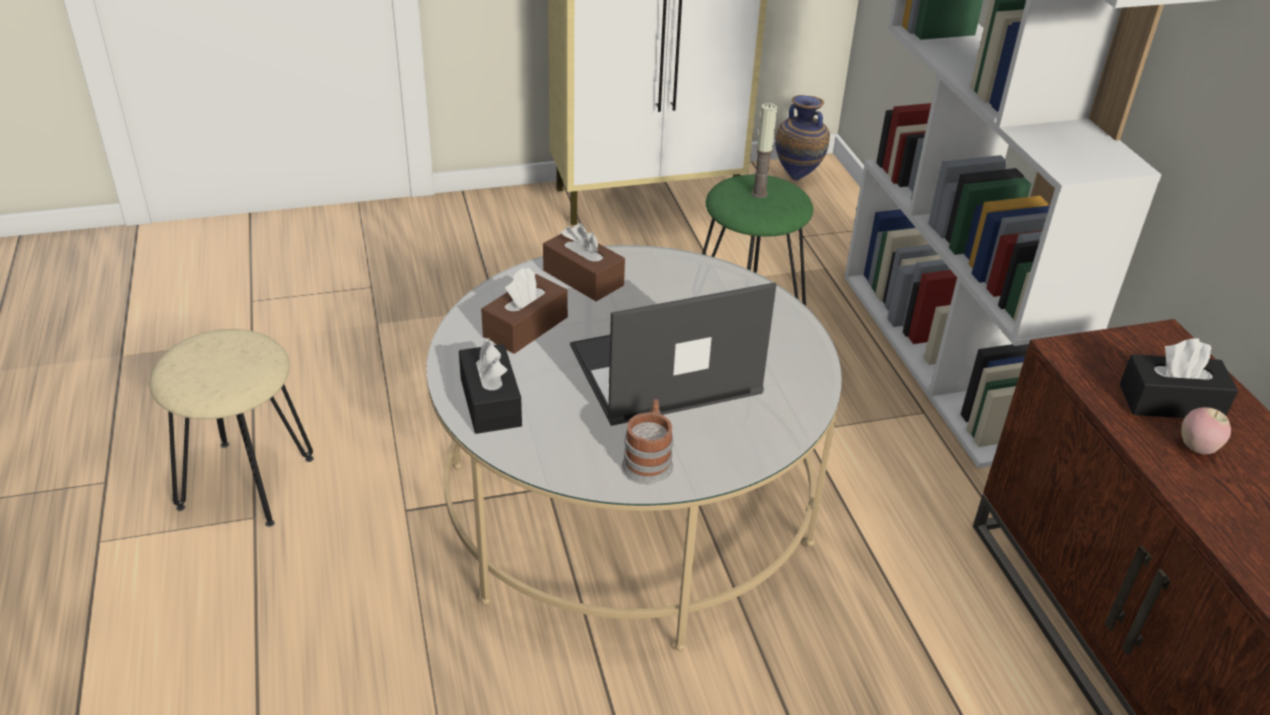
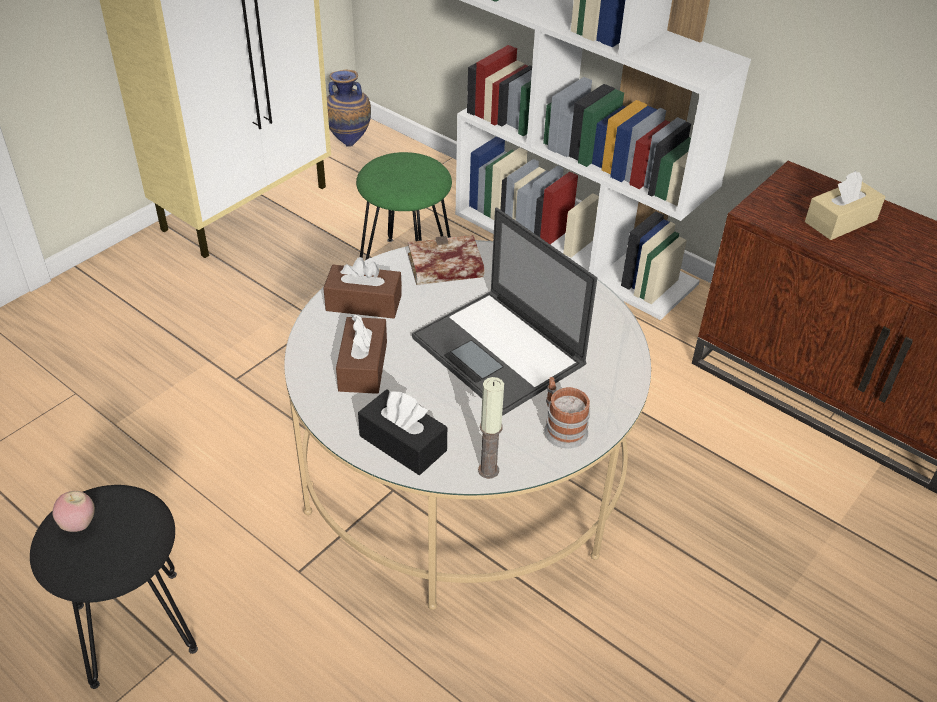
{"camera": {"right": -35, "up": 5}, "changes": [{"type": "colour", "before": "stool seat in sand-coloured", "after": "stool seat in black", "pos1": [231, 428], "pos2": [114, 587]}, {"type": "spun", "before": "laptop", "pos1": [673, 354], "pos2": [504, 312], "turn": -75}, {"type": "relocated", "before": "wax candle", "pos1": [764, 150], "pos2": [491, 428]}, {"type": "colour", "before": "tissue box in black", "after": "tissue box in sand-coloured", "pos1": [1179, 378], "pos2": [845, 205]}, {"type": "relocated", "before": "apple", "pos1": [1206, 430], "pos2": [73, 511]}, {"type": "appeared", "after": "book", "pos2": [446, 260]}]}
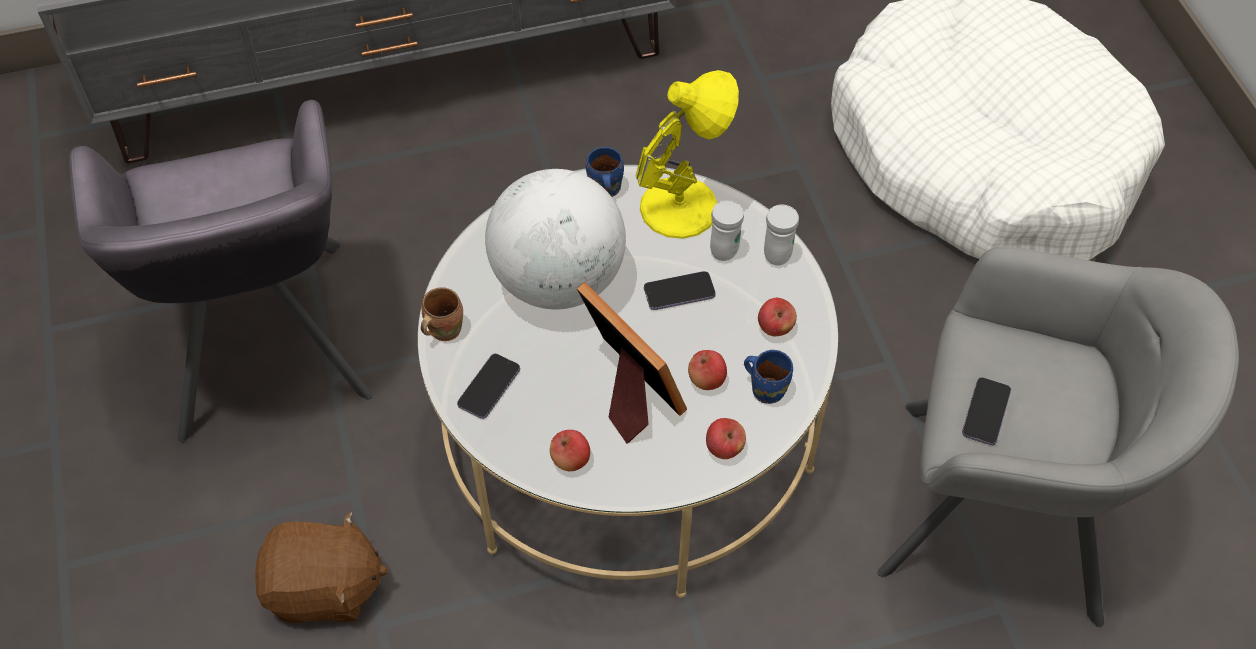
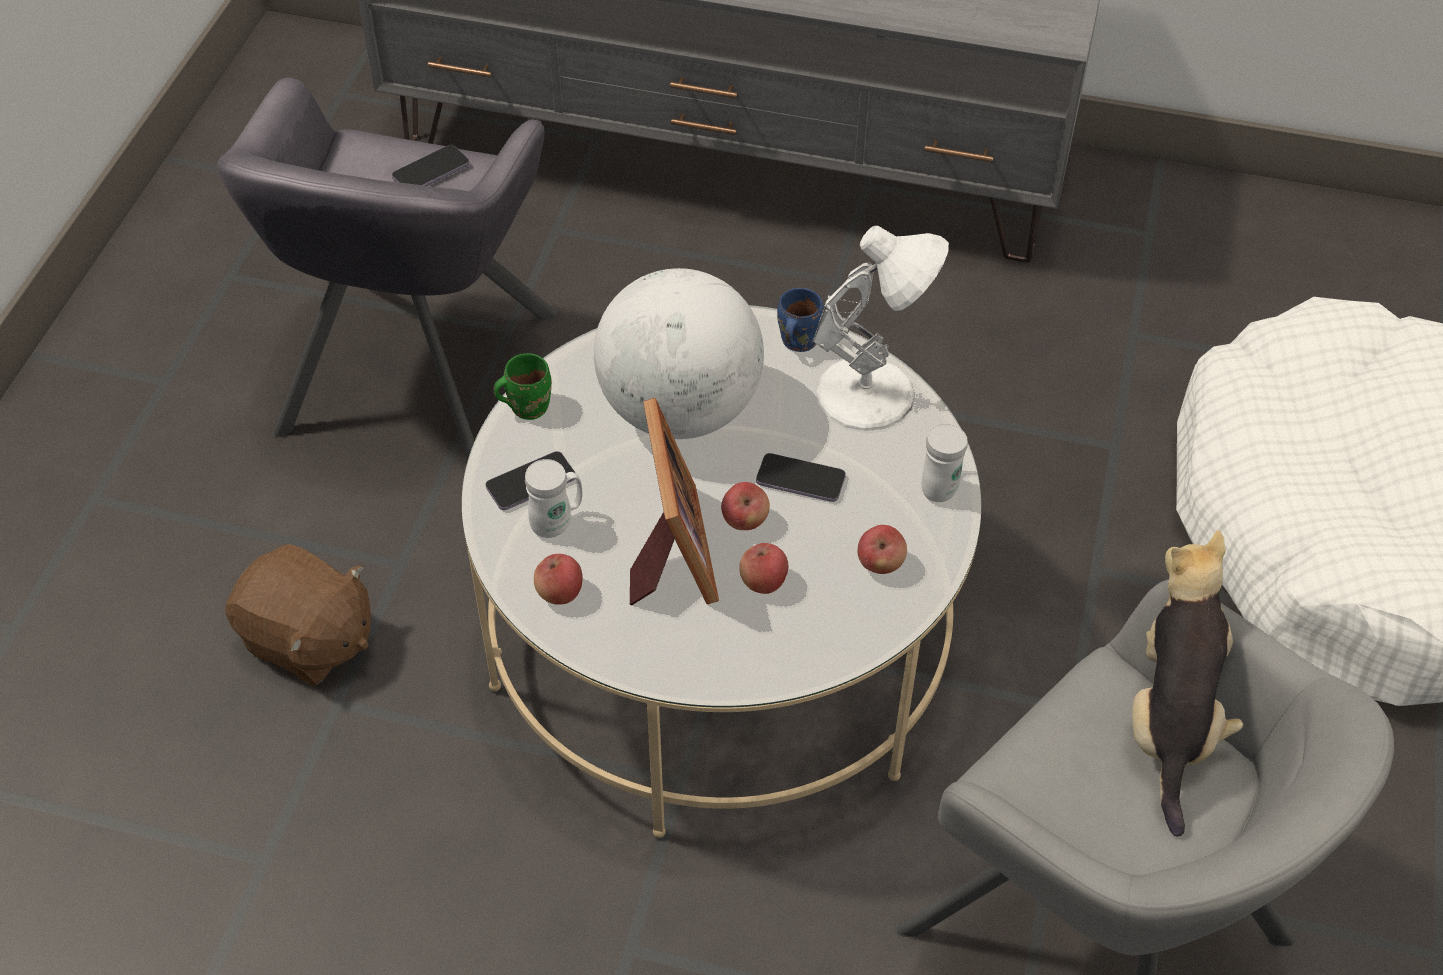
{"camera": {"right": 30, "up": -5}, "changes": [{"type": "colour", "before": "mug in brownish", "after": "mug in green-coloured", "pos1": [442, 314], "pos2": [522, 386]}, {"type": "colour", "before": "table lamp in yellow-coloured", "after": "table lamp in whitish", "pos1": [687, 154], "pos2": [881, 328]}, {"type": "relocated", "before": "apple", "pos1": [726, 438], "pos2": [745, 506]}, {"type": "relocated", "before": "mug in whitish", "pos1": [727, 230], "pos2": [553, 498]}, {"type": "missing", "before": "mug in bluish", "pos1": [768, 377]}, {"type": "relocated", "before": "telephone", "pos1": [986, 411], "pos2": [430, 165]}, {"type": "appeared", "after": "soft toy", "pos2": [1187, 683]}]}
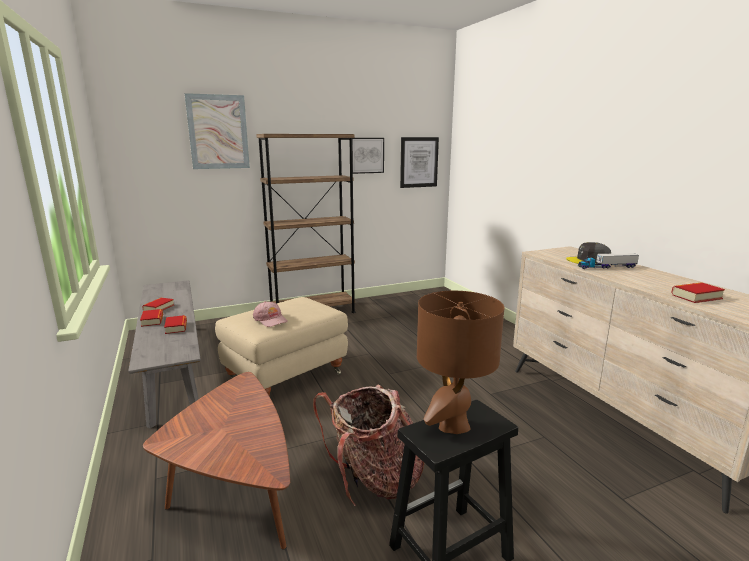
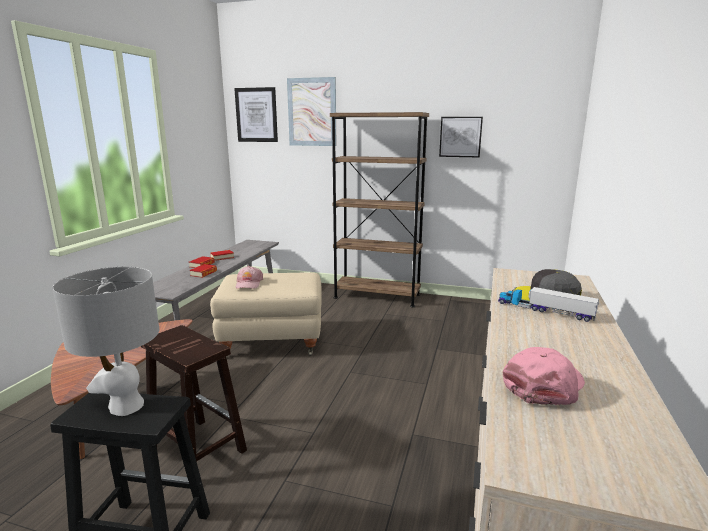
{"camera": {"right": 40, "up": 0}, "changes": [{"type": "exchanged", "before": "backpack", "after": "stool seat in brownish", "pos1": [368, 445], "pos2": [194, 393]}, {"type": "relocated", "before": "picture", "pos1": [419, 162], "pos2": [256, 114]}, {"type": "colour", "before": "table lamp in brownish", "after": "table lamp in grey", "pos1": [460, 362], "pos2": [106, 341]}, {"type": "exchanged", "before": "book", "after": "baseball cap in pinkish", "pos1": [698, 292], "pos2": [544, 376]}]}
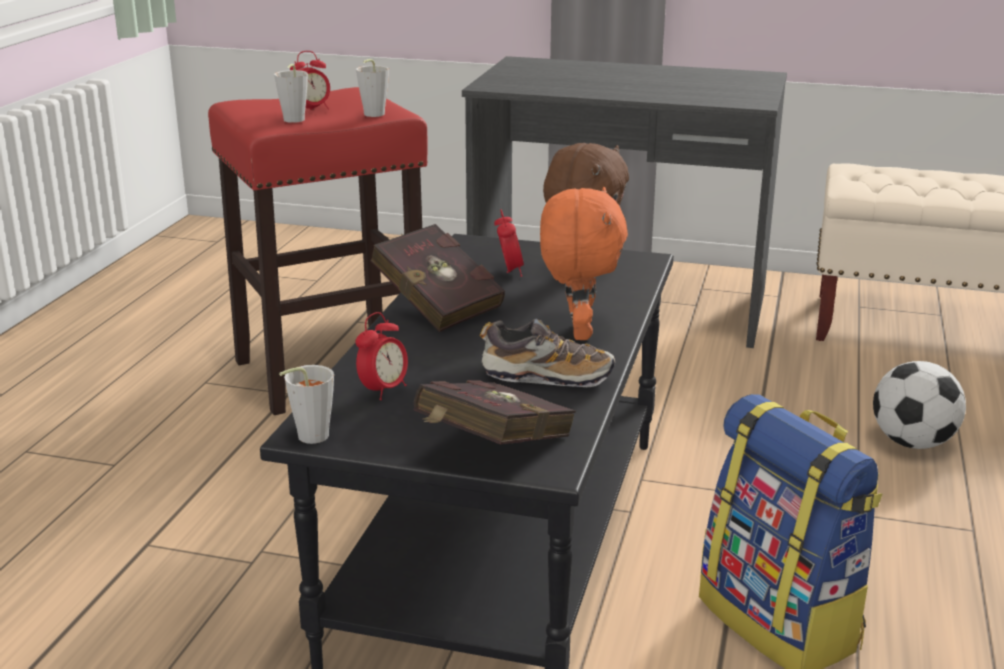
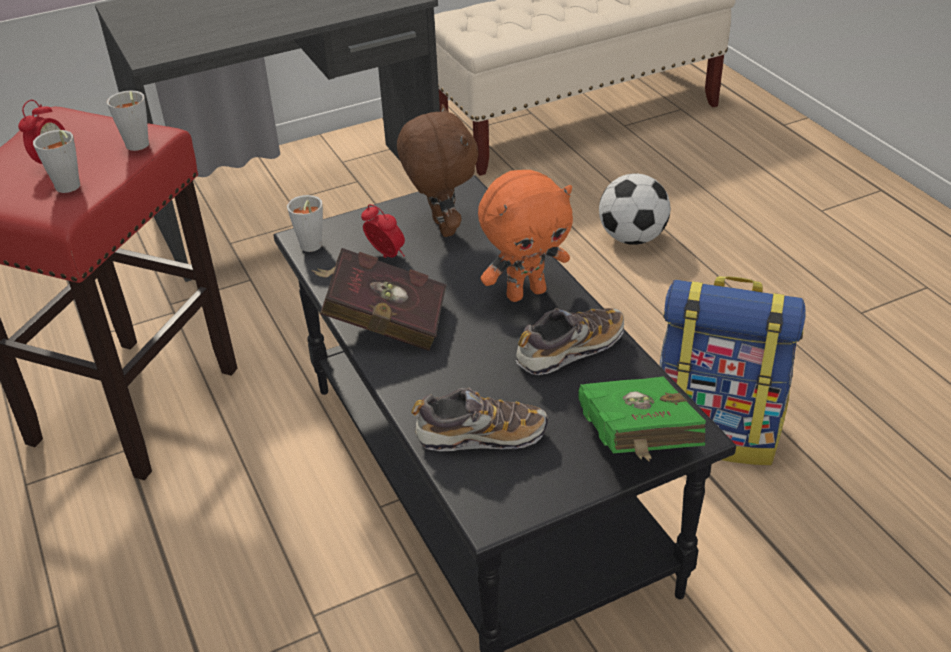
{"camera": {"right": -40, "up": 15}, "changes": [{"type": "relocated", "before": "drinking cup in grey", "pos1": [306, 404], "pos2": [305, 223]}, {"type": "exchanged", "before": "alarm clock", "after": "low shoe", "pos1": [381, 356], "pos2": [480, 419]}, {"type": "colour", "before": "book in red", "after": "book in green-coloured", "pos1": [495, 412], "pos2": [642, 419]}, {"type": "spun", "before": "soft toy in orange", "pos1": [584, 263], "pos2": [525, 236], "turn": 105}]}
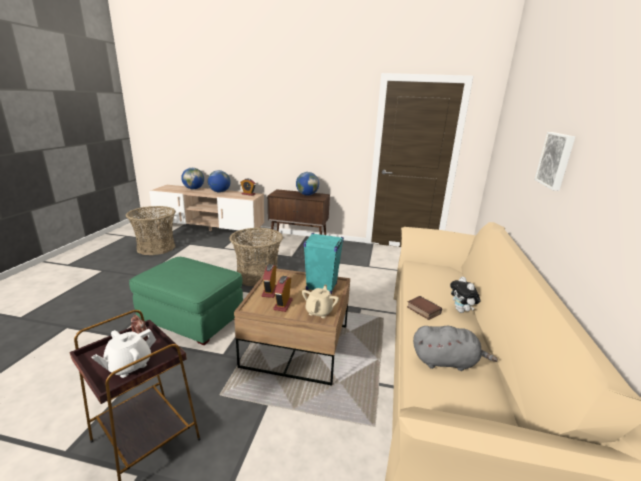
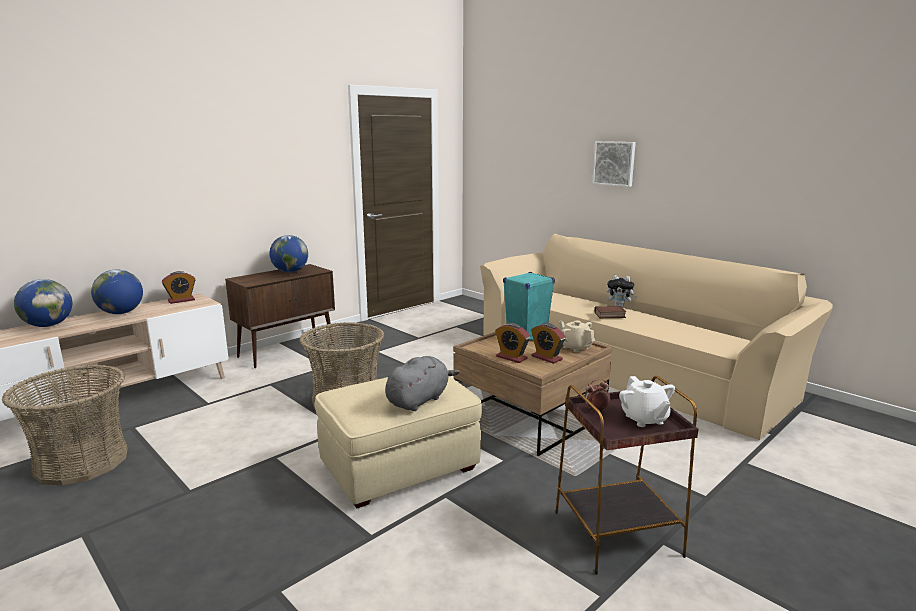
{"camera": {"right": -55, "up": -5}, "changes": [{"type": "colour", "before": "pouffe in green-coloured", "after": "pouffe in sand-coloured", "pos1": [186, 301], "pos2": [398, 442]}, {"type": "relocated", "before": "soft toy in grey", "pos1": [455, 348], "pos2": [422, 383]}]}
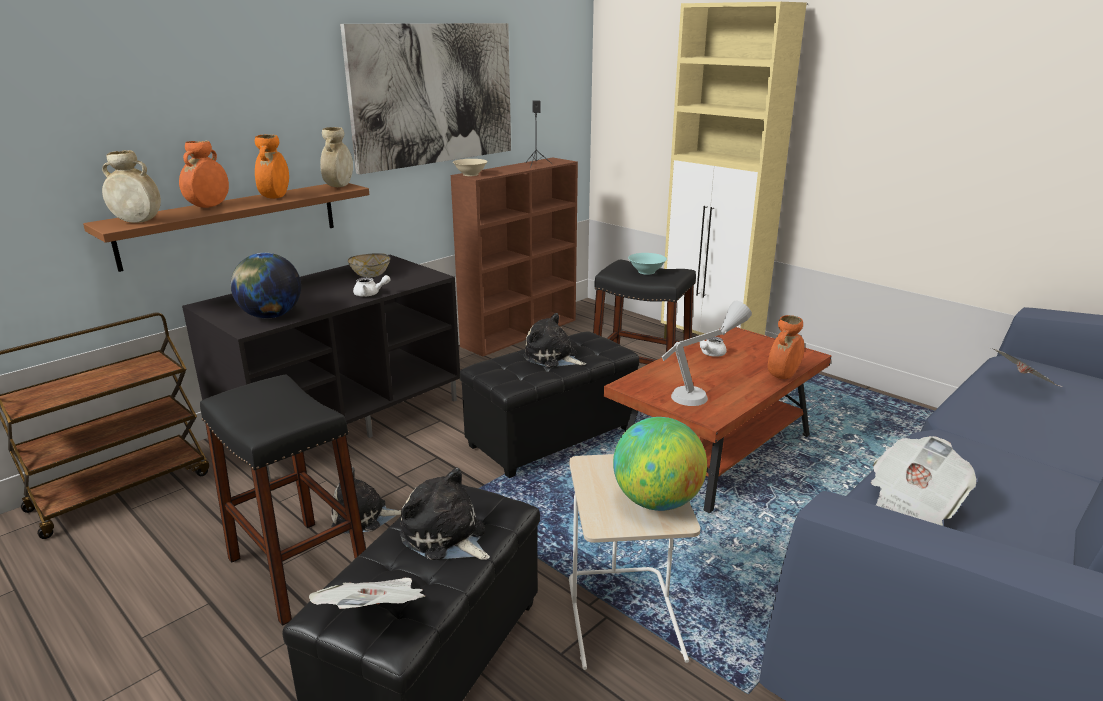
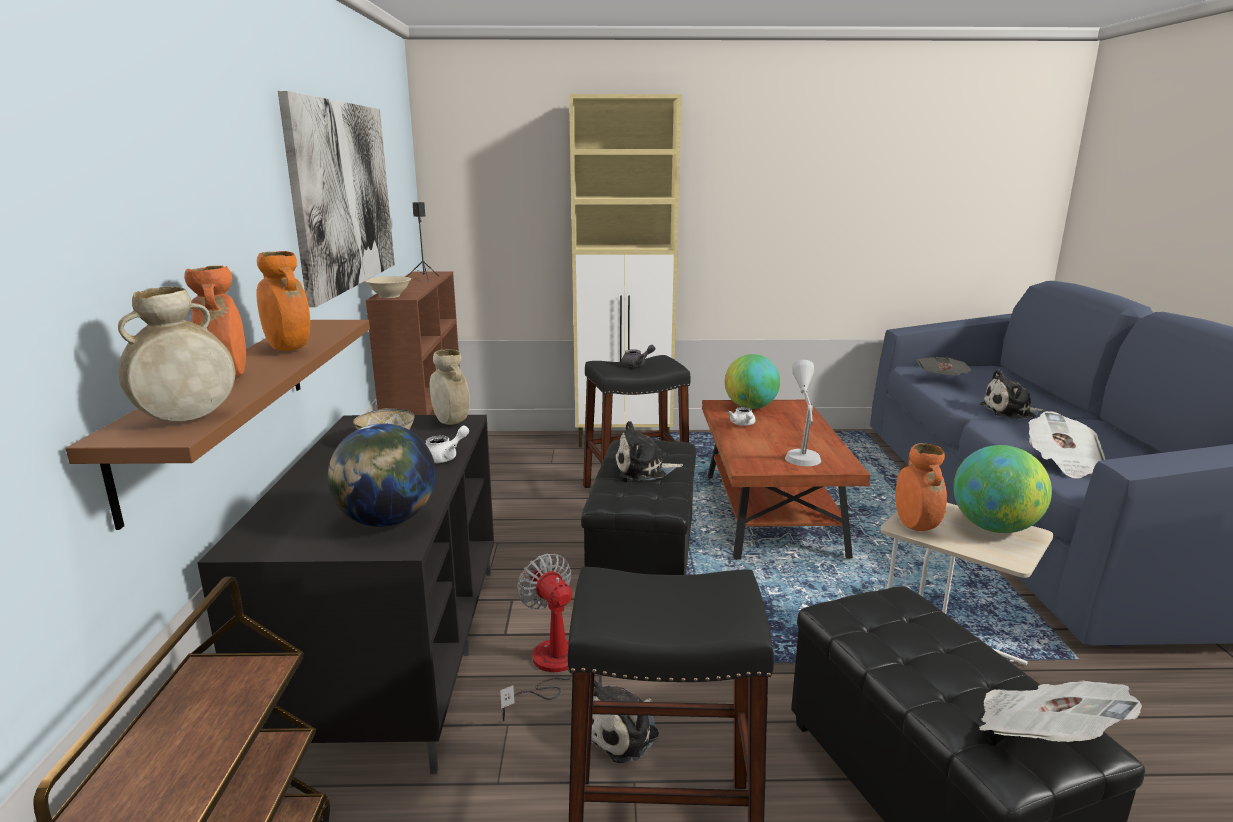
{"camera": {"right": -45, "up": -5}, "changes": [{"type": "relocated", "before": "decorative vase in sand-coloured", "pos1": [336, 157], "pos2": [450, 387]}, {"type": "relocated", "before": "soft toy", "pos1": [445, 514], "pos2": [1012, 394]}, {"type": "exchanged", "before": "deep dish in turquoise-coloured", "after": "pot for tea in grey", "pos1": [647, 264], "pos2": [638, 356]}, {"type": "relocated", "before": "decorative vase in orange", "pos1": [786, 347], "pos2": [921, 487]}, {"type": "appeared", "after": "electric fan", "pos2": [536, 637]}, {"type": "appeared", "after": "desk globe", "pos2": [752, 381]}]}
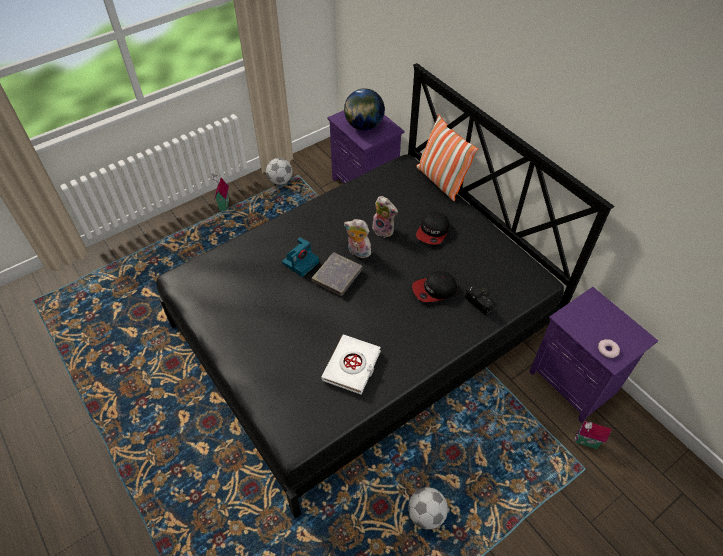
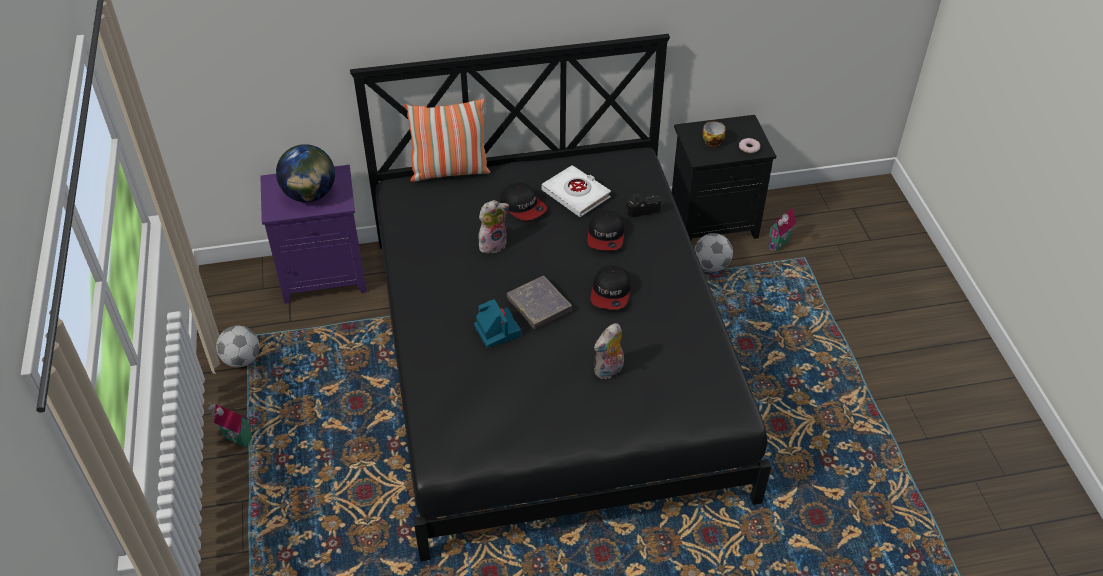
{"camera": {"right": -65, "up": -5}, "changes": [{"type": "relocated", "before": "book in whitish", "pos1": [351, 364], "pos2": [576, 191]}, {"type": "relocated", "before": "soft toy", "pos1": [357, 238], "pos2": [609, 351]}, {"type": "relocated", "before": "football", "pos1": [428, 508], "pos2": [713, 252]}, {"type": "colour", "before": "night table in purple", "after": "night table in black", "pos1": [593, 355], "pos2": [724, 178]}, {"type": "appeared", "after": "baseball cap", "pos2": [610, 288]}, {"type": "appeared", "after": "drinking cup", "pos2": [714, 134]}]}
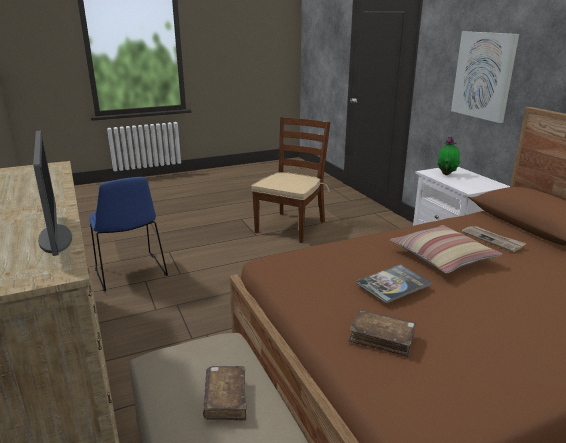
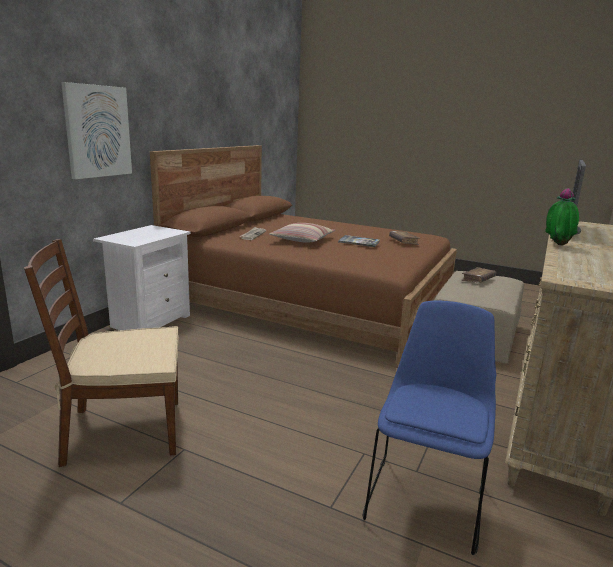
{"camera": {"right": -130, "up": -5}, "changes": [{"type": "relocated", "before": "plant in a pot", "pos1": [448, 156], "pos2": [562, 217]}]}
